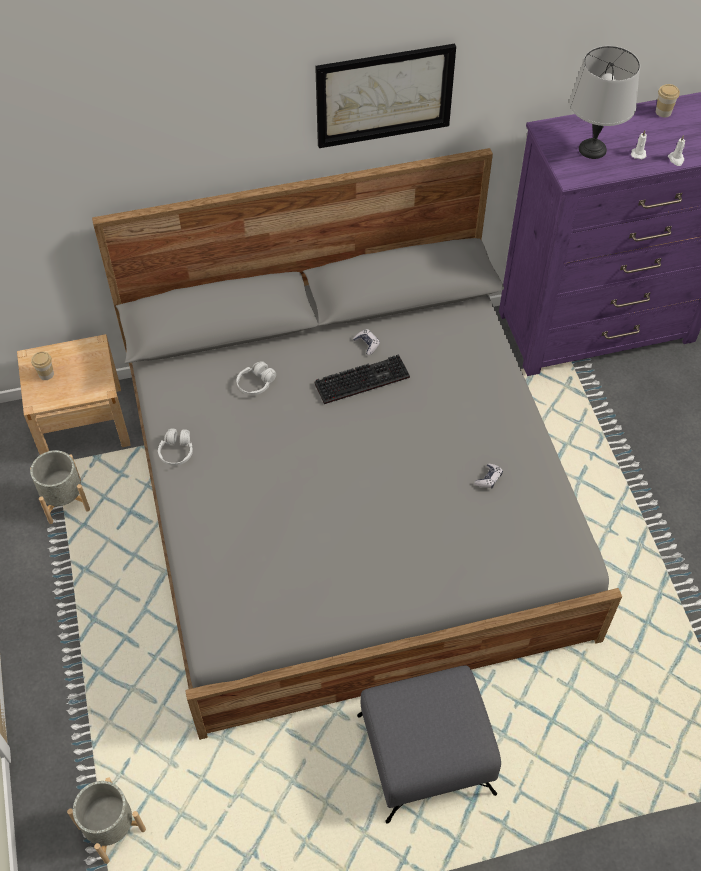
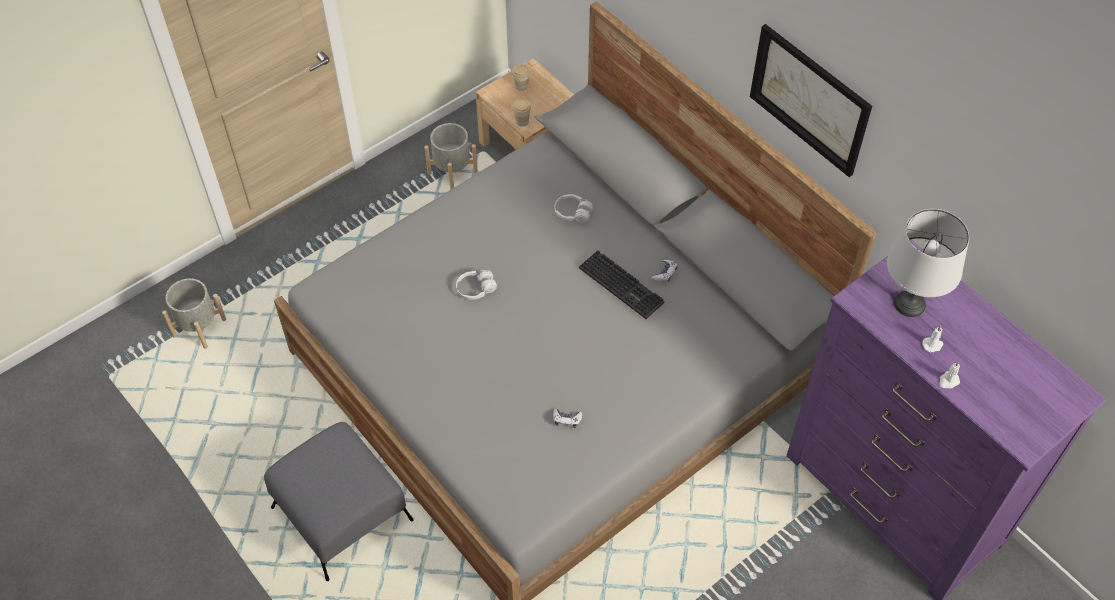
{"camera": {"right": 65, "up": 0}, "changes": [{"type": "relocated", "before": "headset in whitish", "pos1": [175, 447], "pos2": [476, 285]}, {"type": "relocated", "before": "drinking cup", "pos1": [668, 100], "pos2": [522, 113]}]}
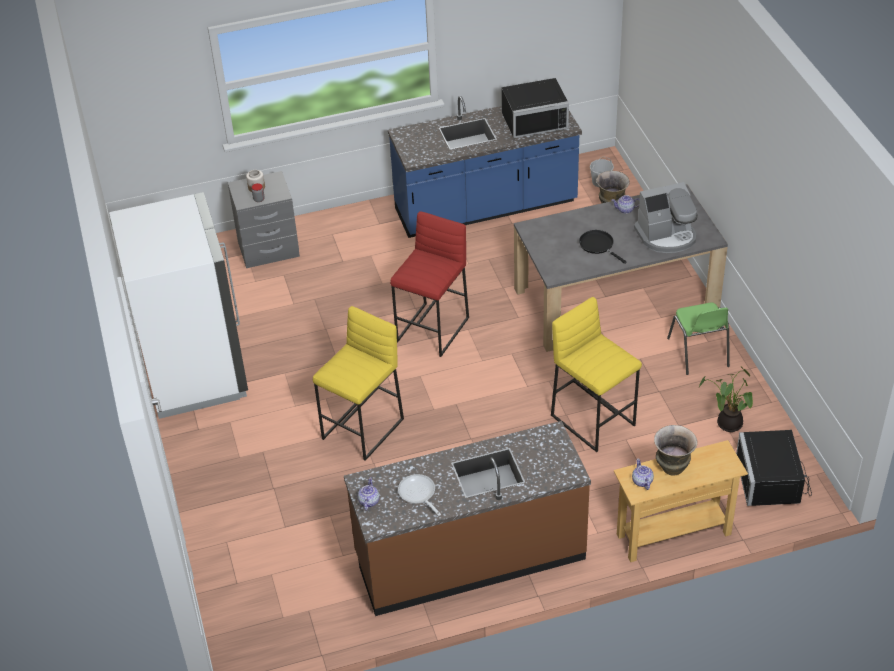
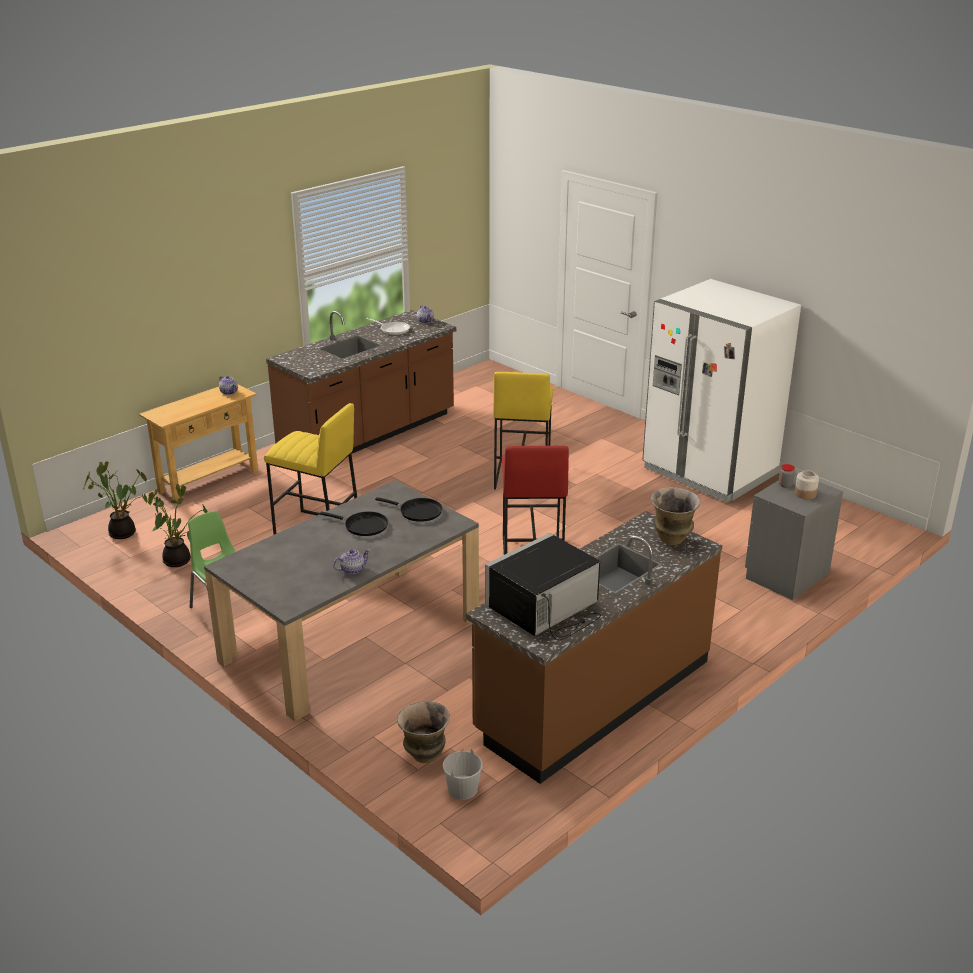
{"camera": {"right": 150, "up": -15}, "changes": [{"type": "colour", "before": "kitchen base unit in bluish", "after": "kitchen base unit in brownish", "pos1": [485, 167], "pos2": [594, 647]}, {"type": "missing", "before": "coffee machine", "pos1": [666, 217]}, {"type": "relocated", "before": "decorative vase", "pos1": [676, 450], "pos2": [675, 516]}, {"type": "exchanged", "before": "microwave in black", "after": "plant in a pot", "pos1": [774, 468], "pos2": [115, 500]}, {"type": "appeared", "after": "skillet in black", "pos2": [409, 509]}]}
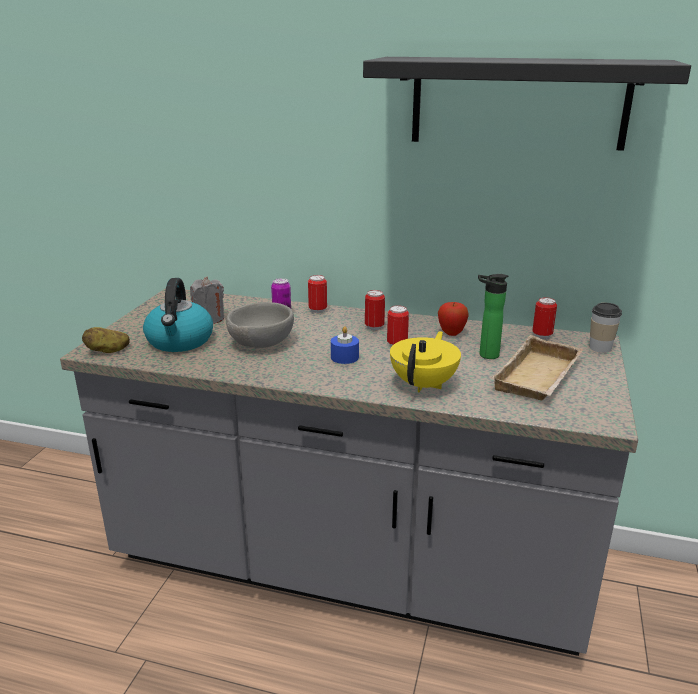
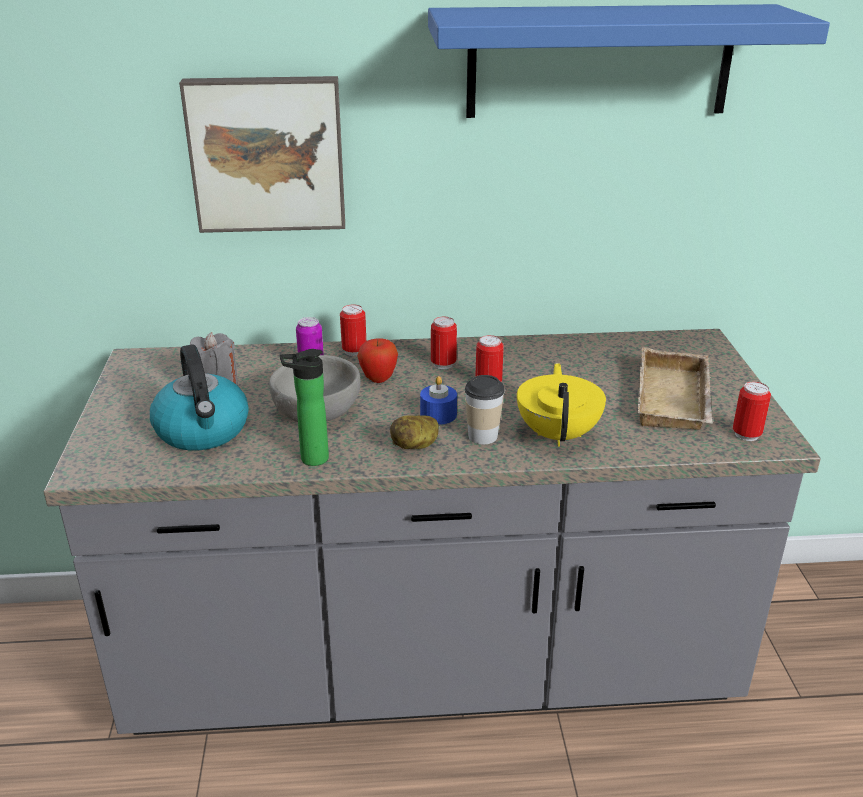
{"camera": {"right": -20, "up": 5}, "changes": [{"type": "relocated", "before": "whole potato", "pos1": [106, 340], "pos2": [414, 432]}, {"type": "colour", "before": "shelf in black", "after": "shelf in bluish", "pos1": [527, 104], "pos2": [629, 61]}, {"type": "relocated", "before": "apple", "pos1": [453, 319], "pos2": [377, 360]}, {"type": "relocated", "before": "drink bottle", "pos1": [493, 316], "pos2": [304, 407]}, {"type": "relocated", "before": "metal can", "pos1": [544, 318], "pos2": [752, 411]}, {"type": "relocated", "before": "drinking cup", "pos1": [605, 328], "pos2": [485, 409]}, {"type": "appeared", "after": "picture", "pos2": [262, 154]}]}
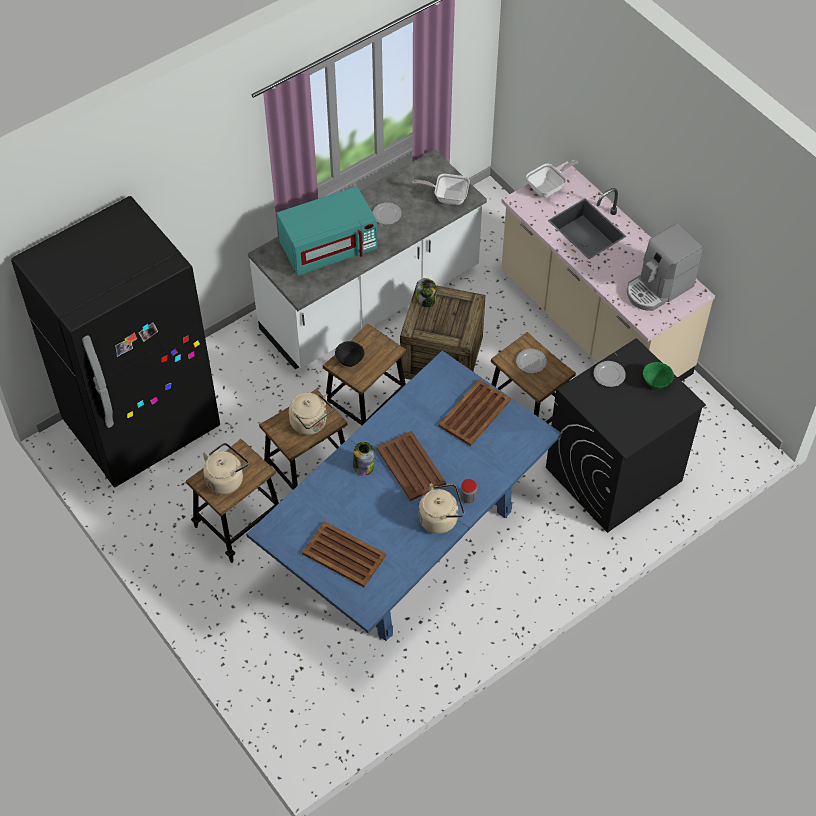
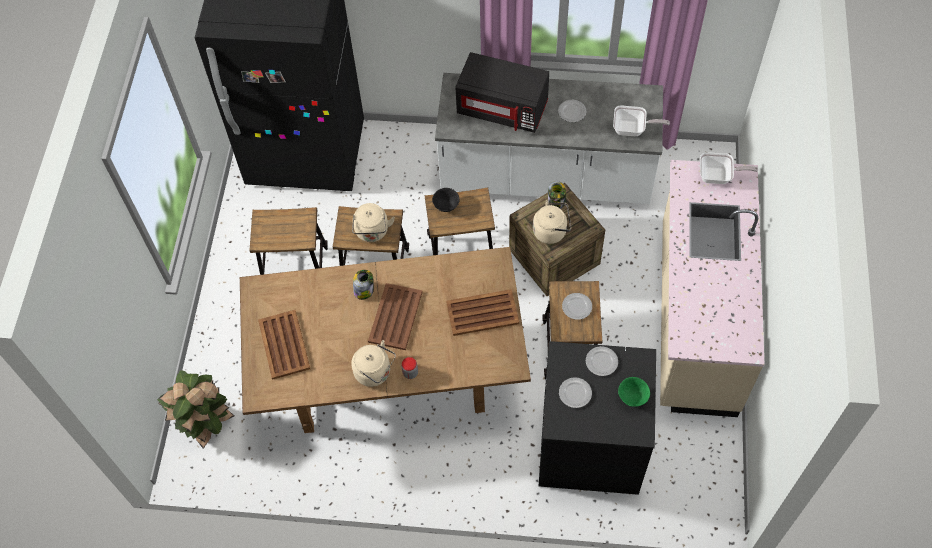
{"camera": {"right": 45, "up": 5}, "changes": [{"type": "relocated", "before": "tea kettle in sand-coloured", "pos1": [226, 469], "pos2": [552, 222]}, {"type": "colour", "before": "dining table in bluish", "after": "dining table in brownish", "pos1": [404, 496], "pos2": [385, 340]}, {"type": "colour", "before": "microwave in turquoise-coloured", "after": "microwave in black", "pos1": [327, 231], "pos2": [502, 92]}, {"type": "spun", "before": "skillet", "pos1": [441, 189], "pos2": [641, 120], "turn": 135}, {"type": "missing", "before": "coffee machine", "pos1": [665, 267]}, {"type": "appeared", "after": "plant in a pot", "pos2": [195, 409]}, {"type": "appeared", "after": "flat dish", "pos2": [575, 392]}]}
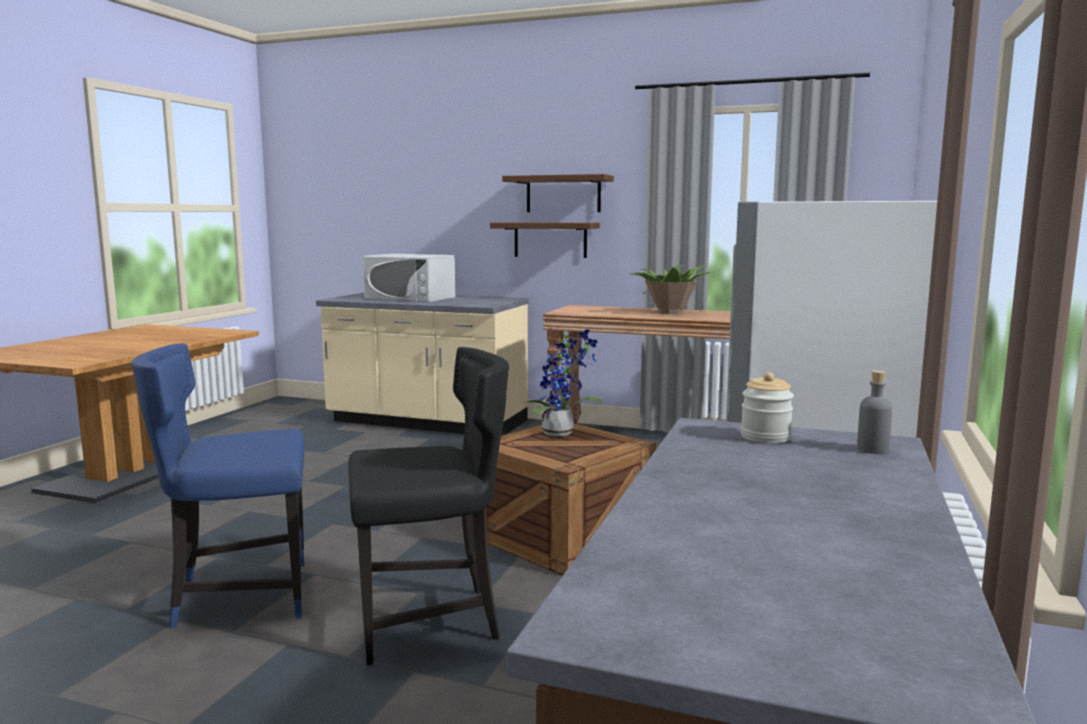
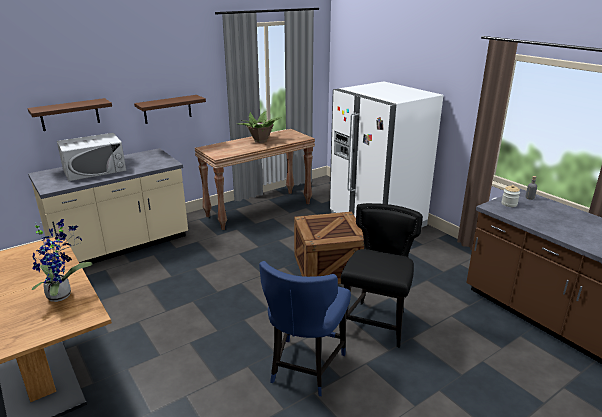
{"camera": {"right": -55, "up": 15}, "changes": [{"type": "relocated", "before": "shelf in brownish", "pos1": [558, 193], "pos2": [69, 114]}, {"type": "relocated", "before": "plant in a pot", "pos1": [564, 382], "pos2": [61, 260]}]}
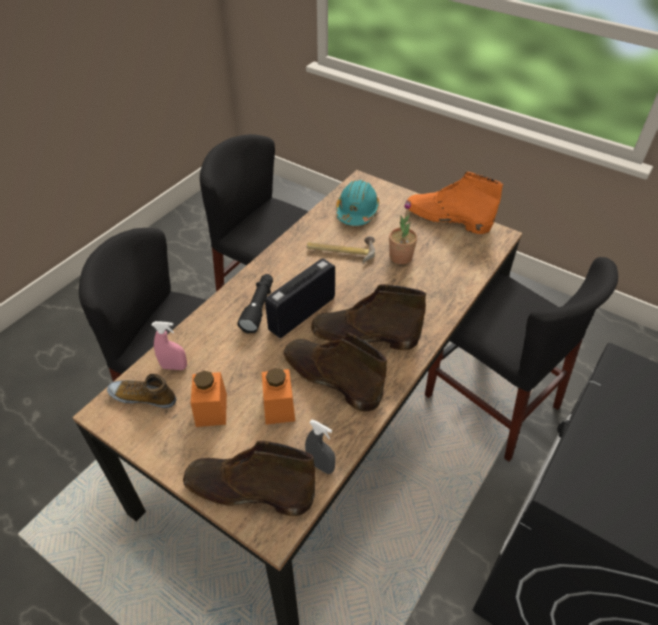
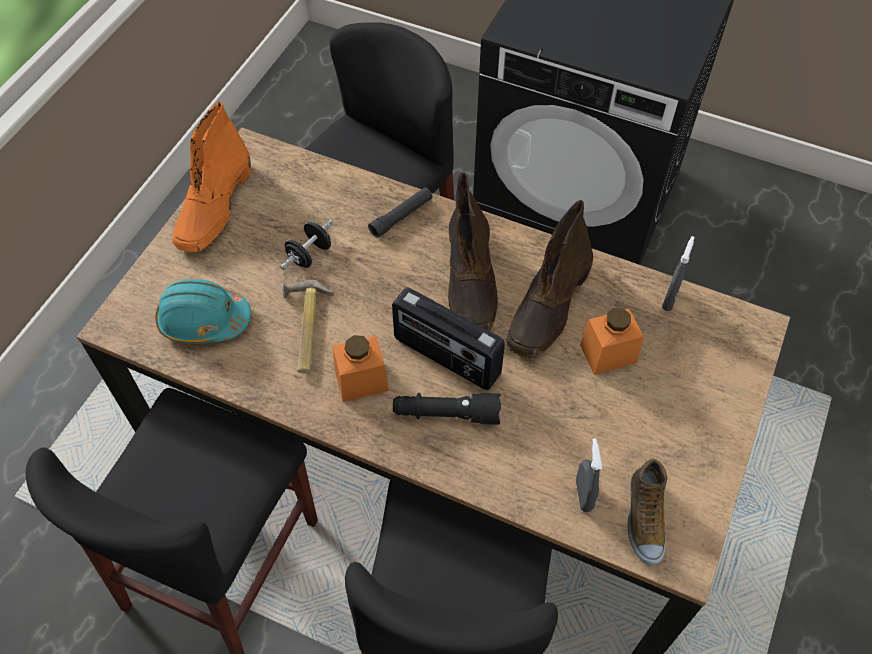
{"camera": {"right": -100, "up": 10}, "changes": [{"type": "colour", "before": "sprayer in pinkish", "after": "sprayer in grey", "pos1": [169, 345], "pos2": [589, 475]}, {"type": "missing", "before": "tall boot in brownish", "pos1": [249, 478]}, {"type": "relocated", "before": "storage jar in orange", "pos1": [209, 399], "pos2": [361, 368]}, {"type": "exchanged", "before": "plant in a pot", "after": "free weight in black", "pos1": [403, 232], "pos2": [307, 245]}, {"type": "appeared", "after": "hand torch in black", "pos2": [400, 212]}]}
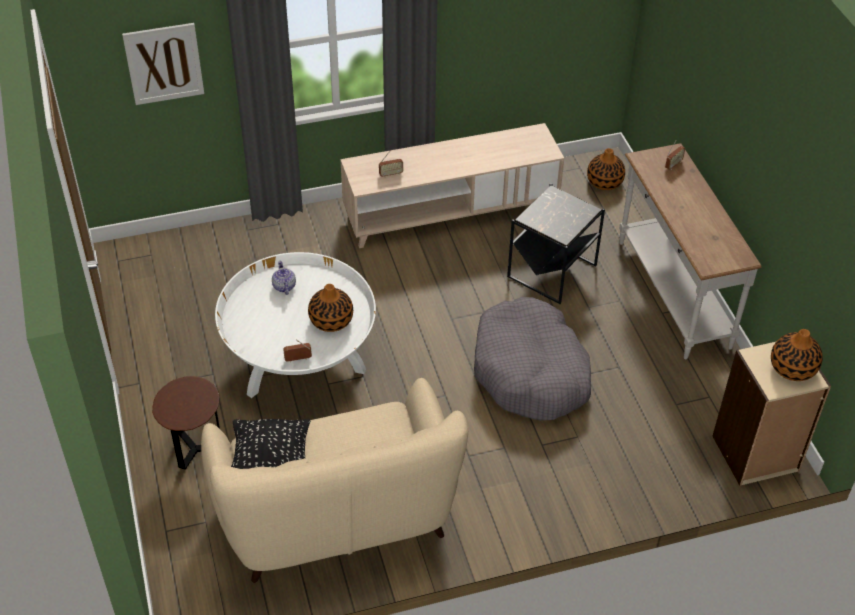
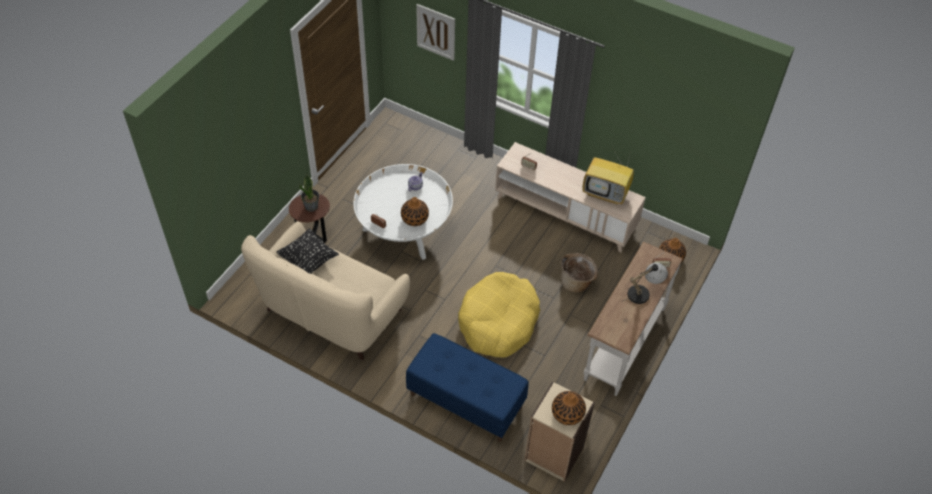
{"camera": {"right": 45, "up": 5}, "changes": [{"type": "colour", "before": "dog cushion in grey", "after": "dog cushion in yellow-coloured", "pos1": [532, 359], "pos2": [499, 315]}, {"type": "exchanged", "before": "side table in black", "after": "household basket", "pos1": [556, 243], "pos2": [579, 273]}, {"type": "appeared", "after": "plant in a pot", "pos2": [309, 193]}, {"type": "appeared", "after": "long seat in bluish", "pos2": [467, 387]}, {"type": "appeared", "after": "television", "pos2": [608, 179]}, {"type": "appeared", "after": "table lamp", "pos2": [645, 283]}]}
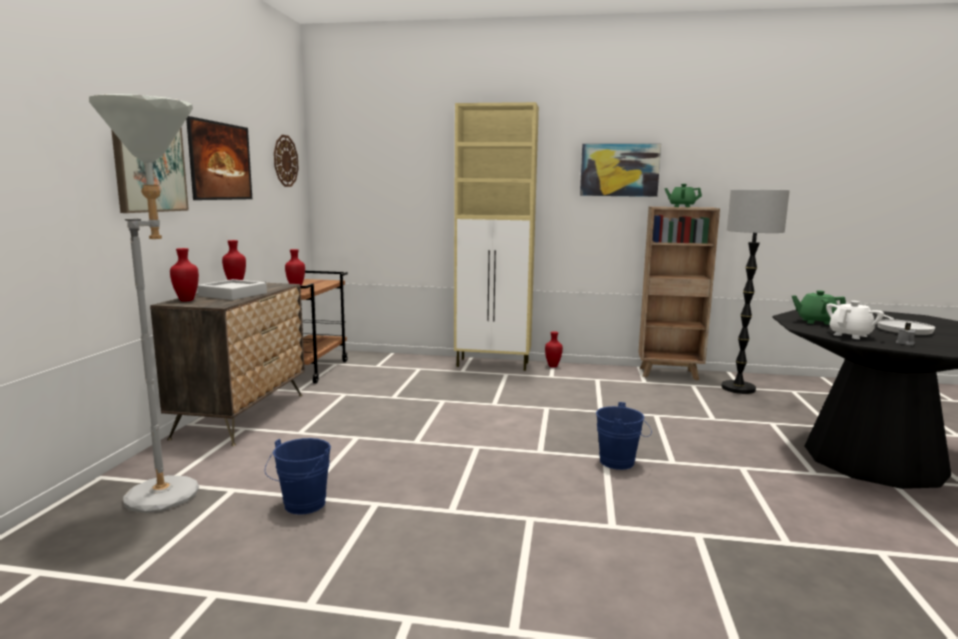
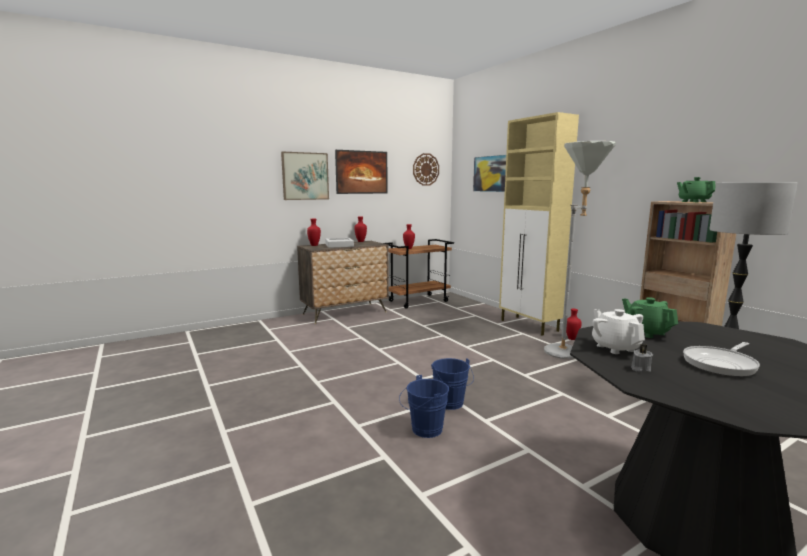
{"camera": {"right": 50, "up": 0}, "changes": [{"type": "relocated", "before": "standard lamp in grey", "pos1": [144, 303], "pos2": [580, 250]}, {"type": "relocated", "before": "bucket in bluish", "pos1": [298, 476], "pos2": [424, 406]}, {"type": "relocated", "before": "picture", "pos1": [620, 170], "pos2": [489, 173]}, {"type": "spun", "before": "pot for tea in whitish", "pos1": [855, 320], "pos2": [618, 331], "turn": -120}]}
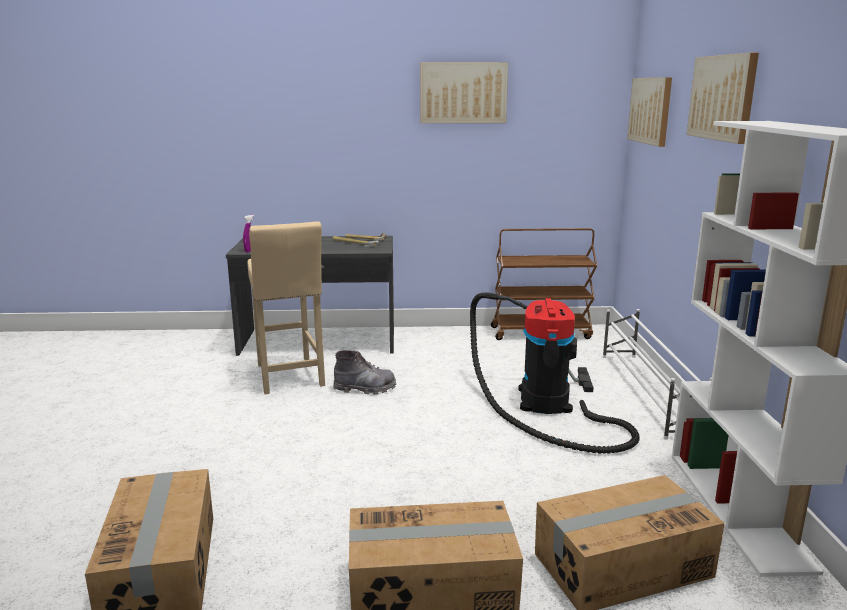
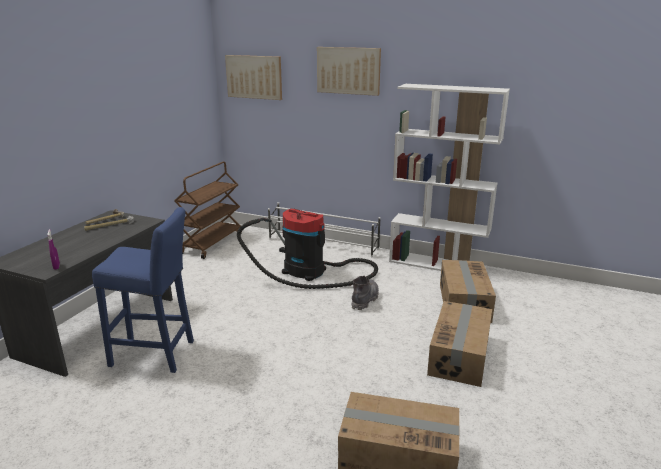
{"camera": {"right": -65, "up": 5}, "changes": [{"type": "colour", "before": "stool seat in sand-coloured", "after": "stool seat in bluish", "pos1": [286, 307], "pos2": [143, 290]}, {"type": "relocated", "before": "tall boot in grey", "pos1": [364, 372], "pos2": [365, 293]}, {"type": "missing", "before": "picture", "pos1": [464, 92]}]}
